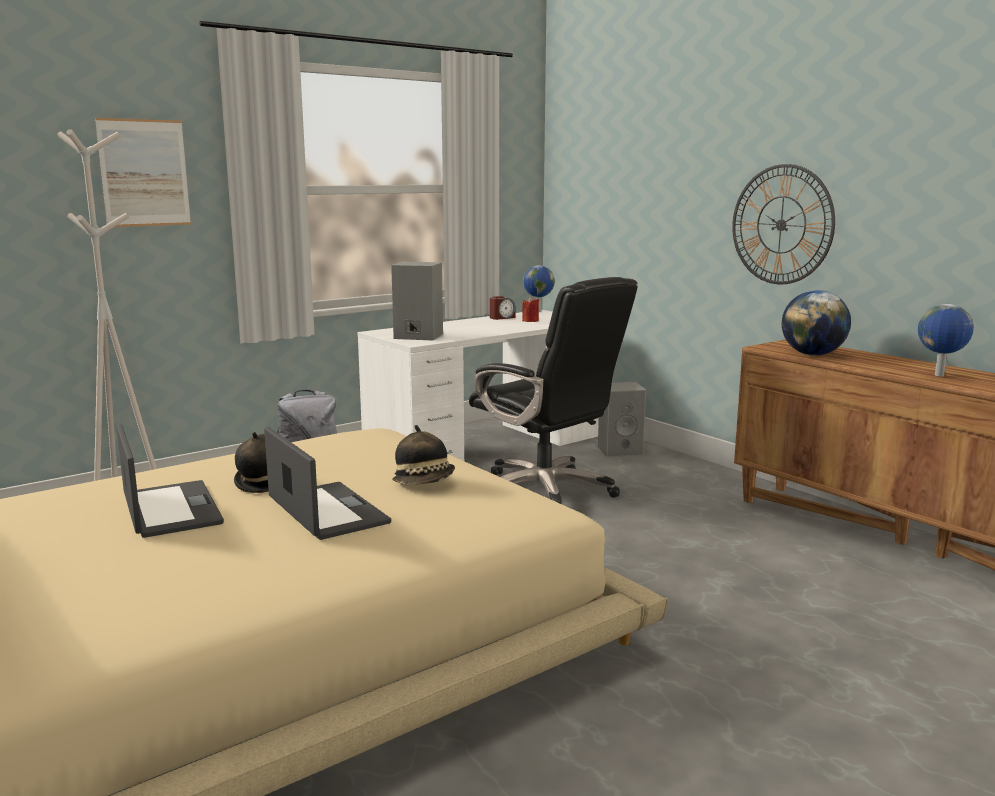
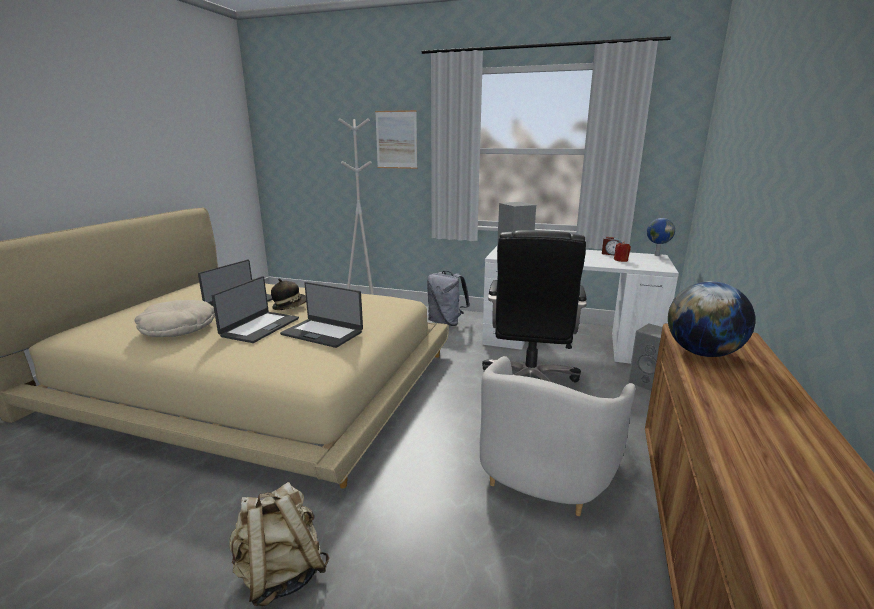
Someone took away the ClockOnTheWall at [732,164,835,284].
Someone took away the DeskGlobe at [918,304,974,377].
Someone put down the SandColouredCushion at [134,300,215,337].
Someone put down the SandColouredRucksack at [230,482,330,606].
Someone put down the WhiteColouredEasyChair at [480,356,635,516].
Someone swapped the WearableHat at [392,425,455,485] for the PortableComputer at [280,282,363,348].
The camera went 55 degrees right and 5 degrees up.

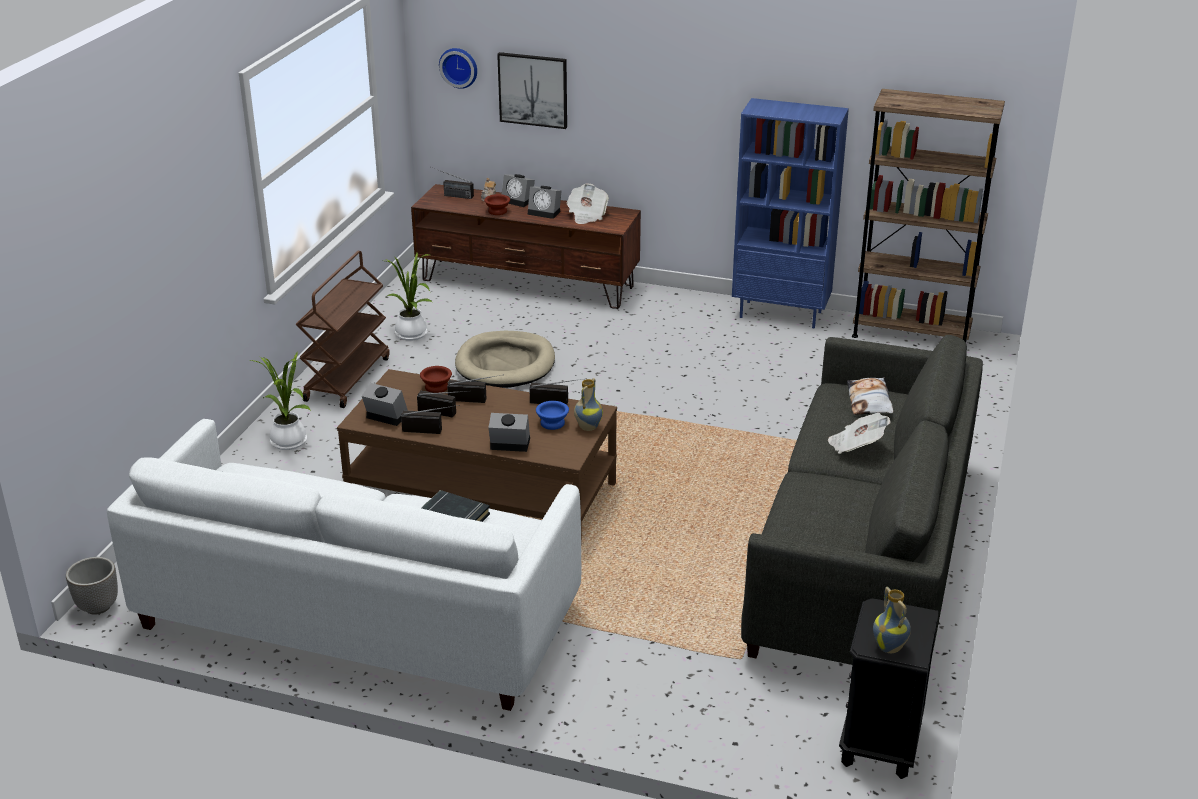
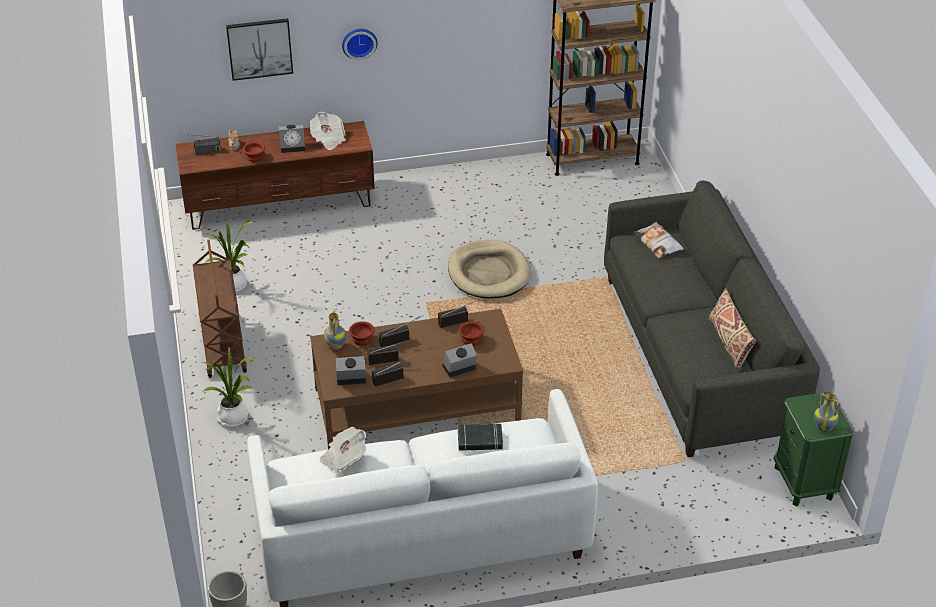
Someone took away the BedsideClock at [502,174,535,207].
Someone took away the BluishShelvingUnit at [732,98,849,328].
Someone put down the SandColouredCushion at [709,288,756,371].
Someone carried the ClockOnTheWall from [439,48,477,89] to [342,29,378,60].
Someone carried the SandColouredPetBed from [455,331,555,388] to [448,240,531,298].
Someone carried the FlowerVase from [574,378,603,431] to [324,310,346,350].
Someone carried the DailyPaper from [828,413,891,454] to [320,427,367,473].
Someone repainted the BluishServingBowl at [536,401,569,430], which became the BrownishServingBowl at [459,321,484,345].
Someone repainted the BlackishNightstand at [839,598,939,779], which became the GreenishNightstand at [773,391,854,507].
The camera went 30 degrees left and 10 degrees up.

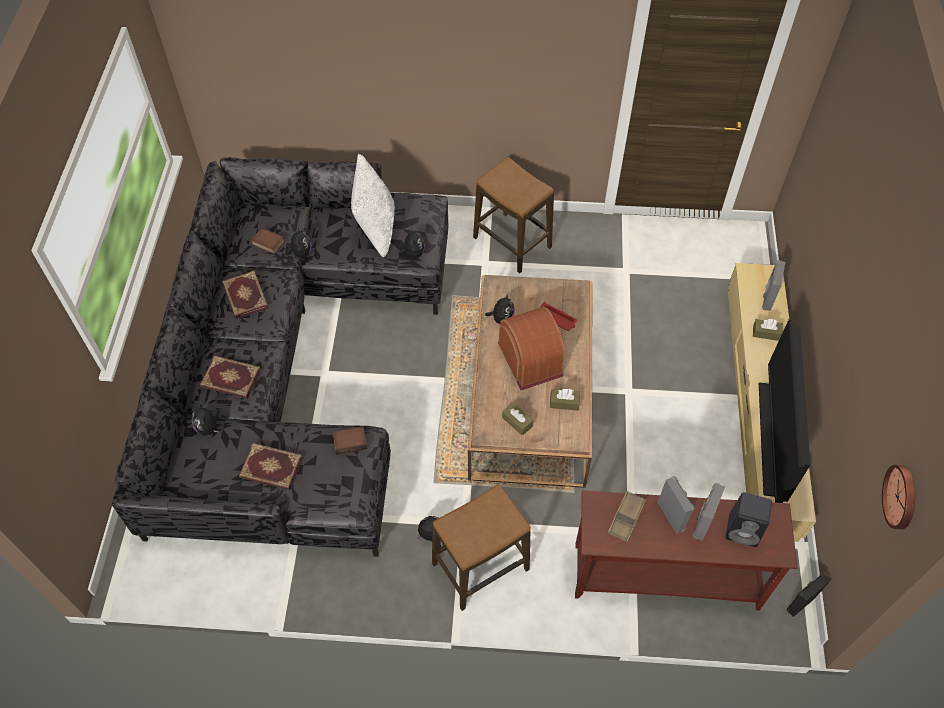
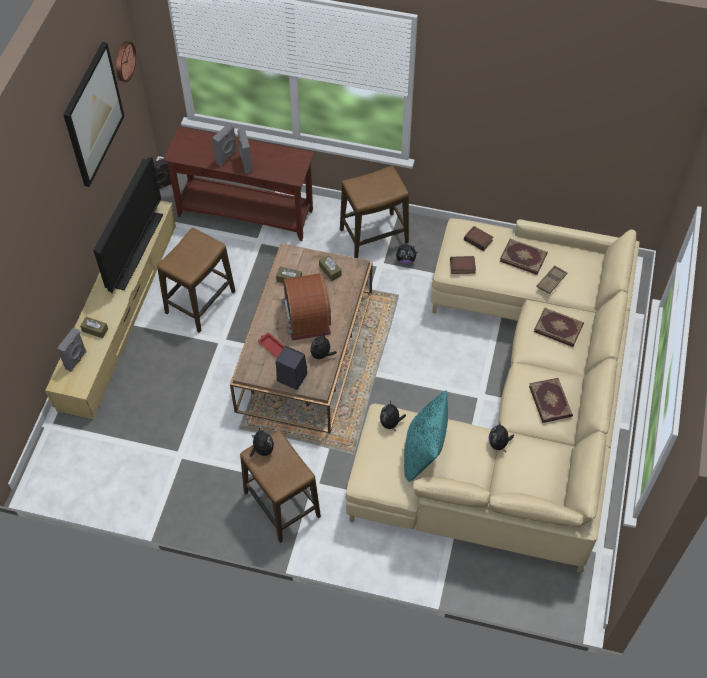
Someone put up the Picture at [63,42,124,187].
Someone put down the Stool at [157,227,236,333].
Someone carried the SoftToy from [191,404,220,436] to [250,427,274,457].
Someone carried the Volume from [251,227,285,254] to [464,226,493,251].
Someone carried the BrownishCarryingTray from [607,491,646,542] to [536,265,567,294].
Someone carried the BlackishSpeaker from [725,492,772,547] to [276,346,307,390].
Someone repainted the BlackishSofa at [112,157,448,557], which became the SandColouredSofa at [346,218,640,573].
Someone repainted the WhiteColouredCushion at [351,154,395,257], which became the TurquoiseCushion at [404,390,448,482].
The camera went 170 degrees left and 0 degrees up.

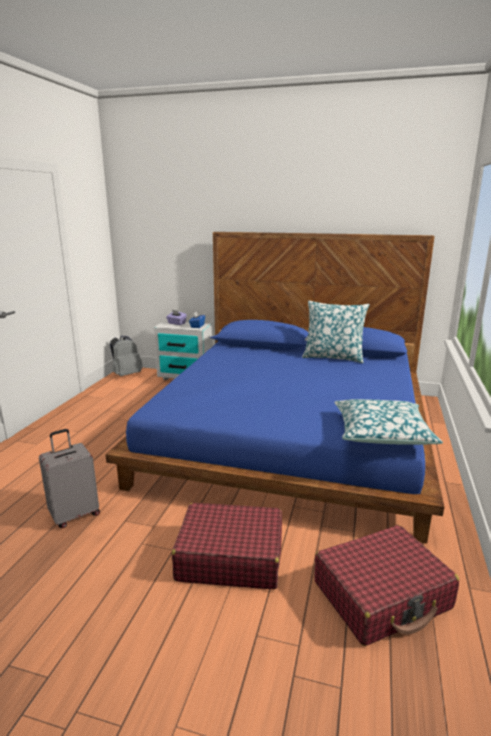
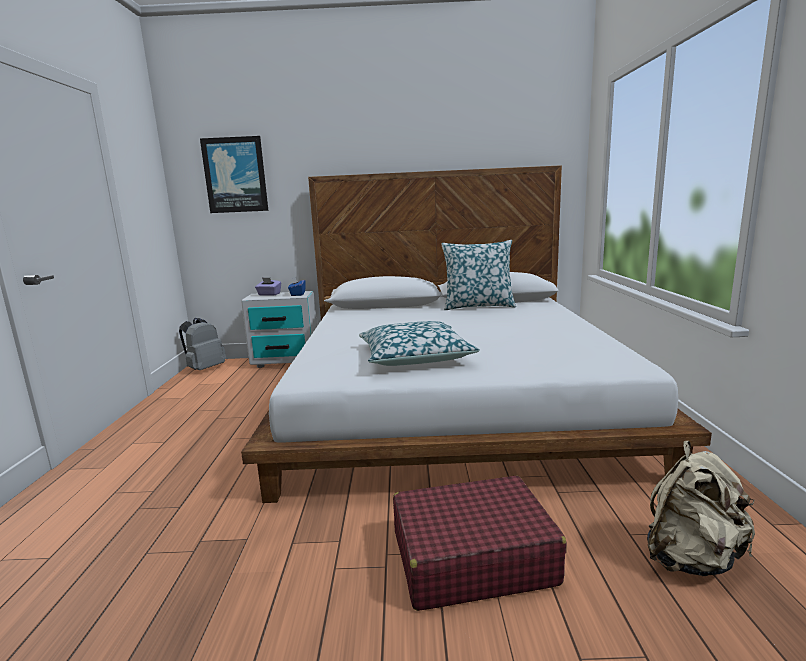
Someone took away the GreySuitcase at [39,429,100,528].
Someone put up the Picture at [200,136,269,213].
Someone carried the Cushion from [334,399,443,445] to [359,321,480,366].
Someone swapped the RedColouredSuitcase at [314,525,459,646] for the SandColouredRucksack at [647,441,755,576].
Someone repainted the BluishBed at [105,232,444,544], which became the WhiteColouredBed at [241,165,712,503].
The camera went 15 degrees left and 5 degrees down.

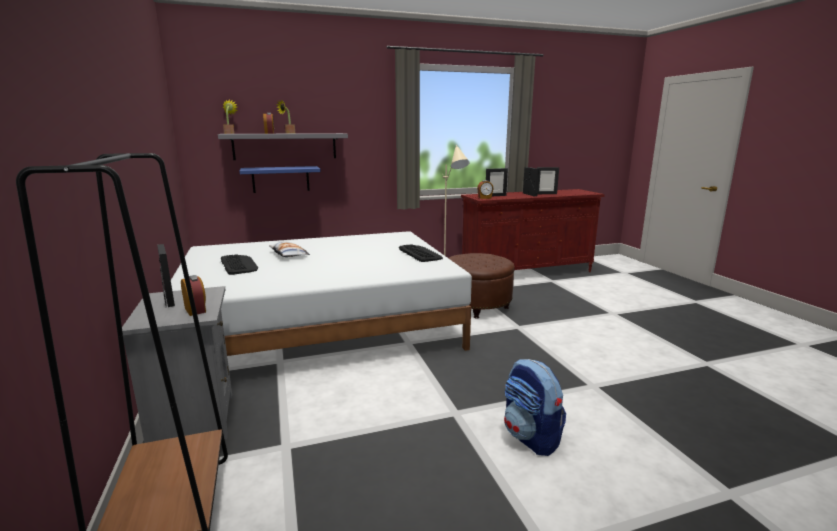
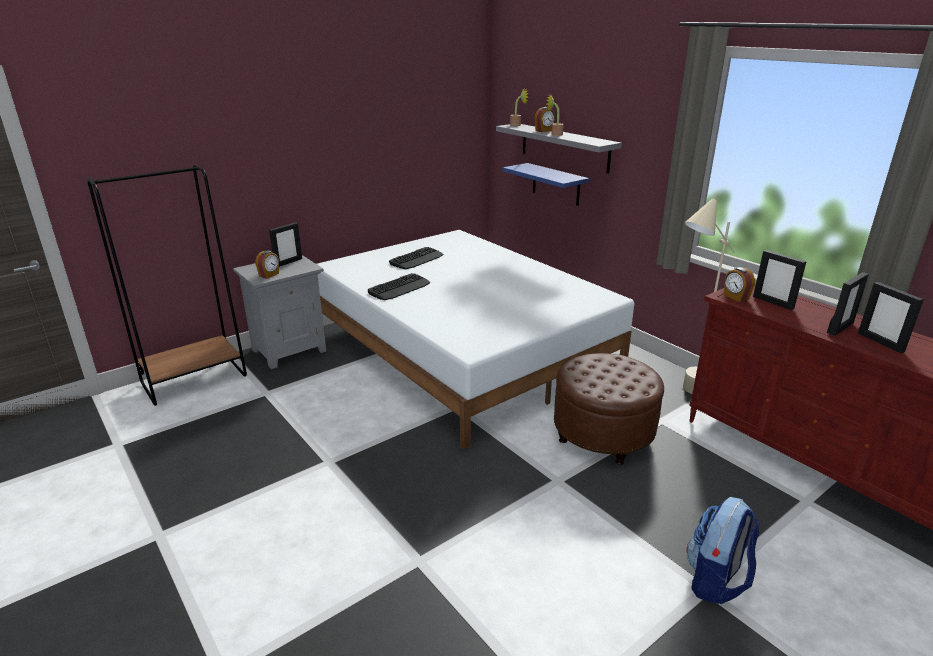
Someone took away the Cushion at [269,242,310,257].
Someone carried the Keyboard from [399,244,443,262] to [368,273,430,300].
Someone carried the Rucksack from [504,359,566,456] to [686,497,760,604].
The camera went 70 degrees right and 10 degrees up.

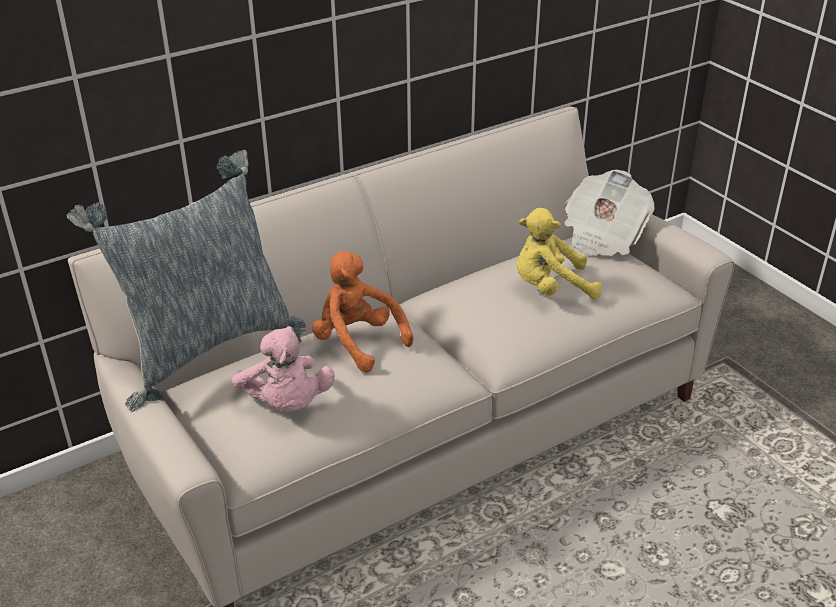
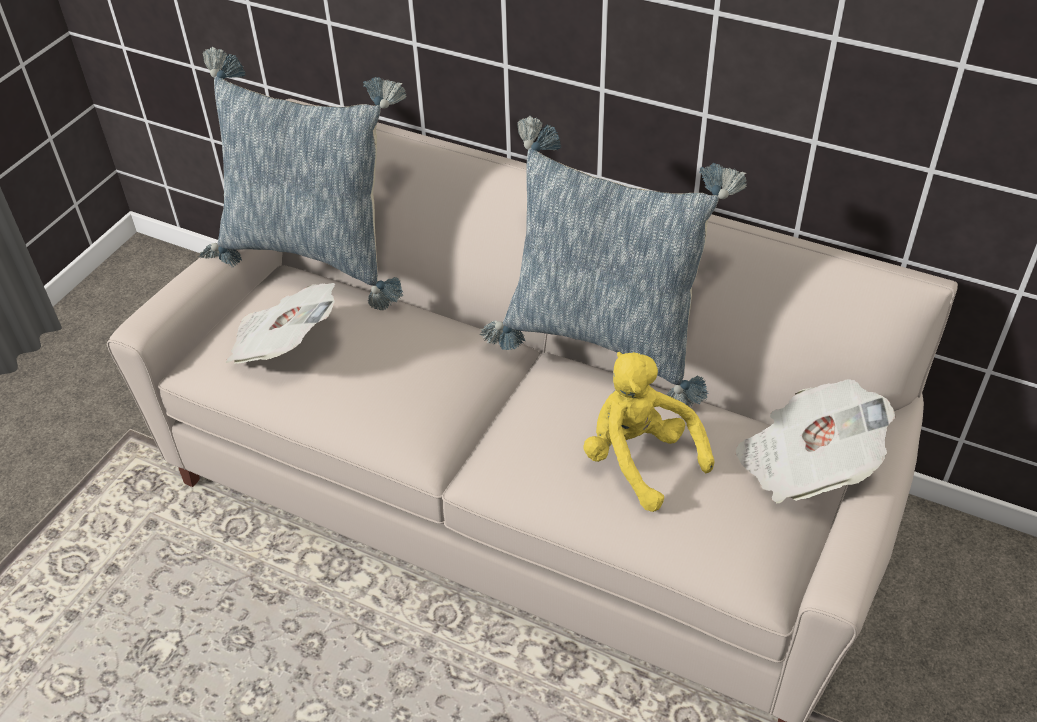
Someone took away the OrangeColouredSoftToy at [312,251,413,372].
Someone put down the Cushion at [480,116,747,407].
Someone swapped the PinkColouredSoftToy at [232,326,335,412] for the DailyPaper at [226,283,335,364].
The camera went 60 degrees right and 10 degrees up.

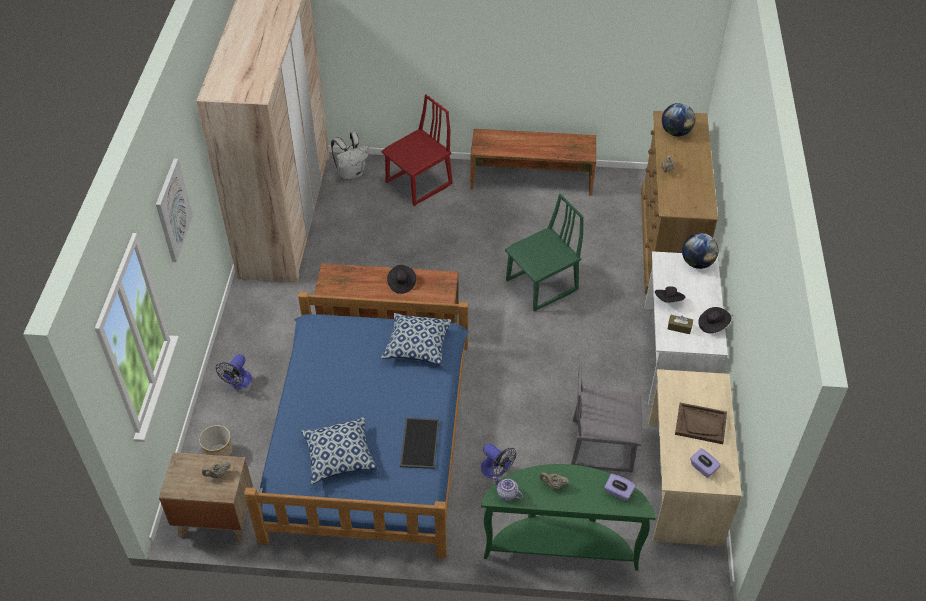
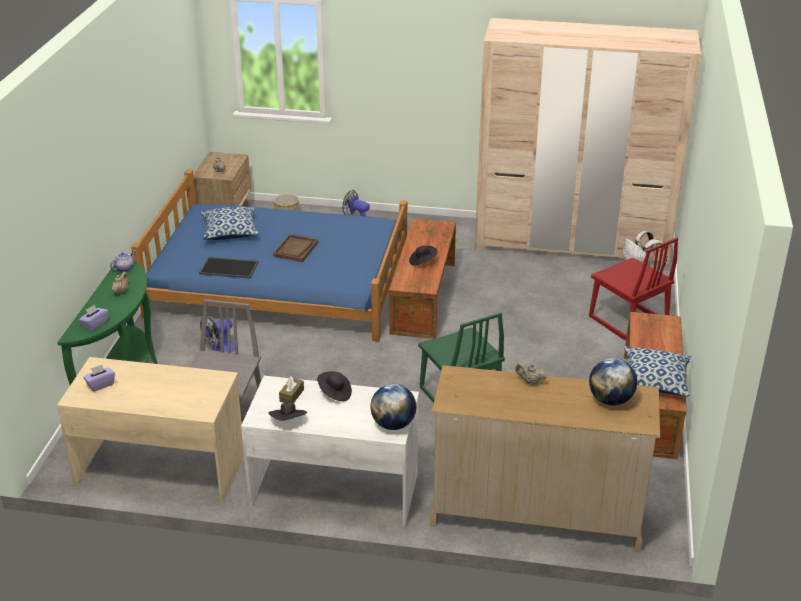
Someone took away the Picture at [156,158,193,262].
Someone carried the Cushion from [381,313,452,366] to [624,346,691,396].
Someone carried the BrownishCarryingTray from [675,403,727,444] to [273,234,318,262].
The camera went 95 degrees right and 15 degrees down.

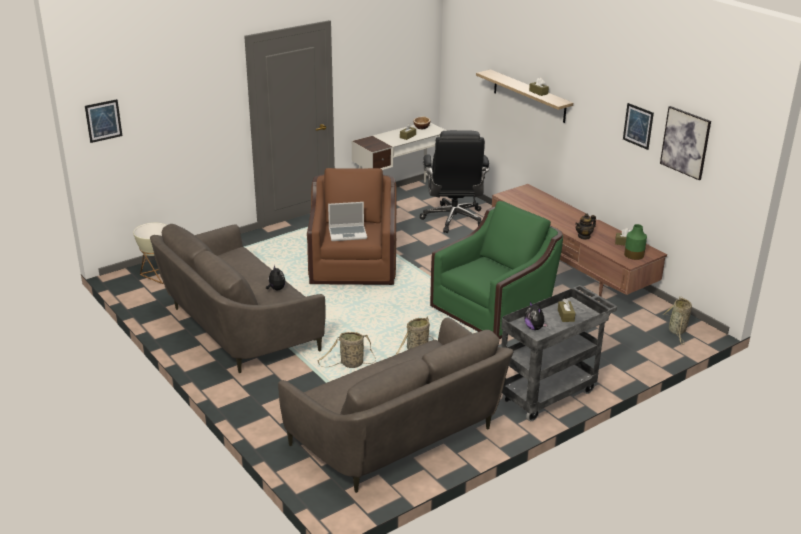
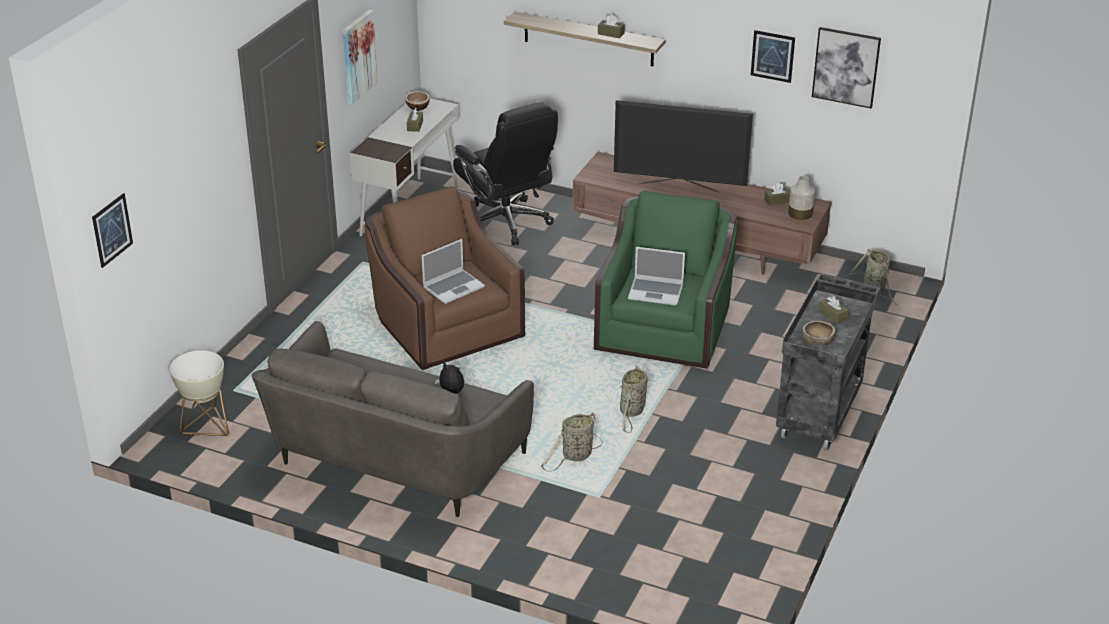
Someone took away the GreySofa at [278,317,513,493].
Someone took away the TeaPot at [575,214,596,240].
Someone put up the Picture at [342,10,378,104].
Someone put down the Tv at [614,100,753,193].
Someone put down the PortableComputer at [628,247,685,306].
Someone swapped the SoftToy at [524,302,548,330] for the BrownishServingBowl at [802,321,836,346].
Someone repainted the GreenishFlowerVase at [624,224,647,260], which became the SandColouredFlowerVase at [788,176,815,220].
The camera went 30 degrees left and 5 degrees up.

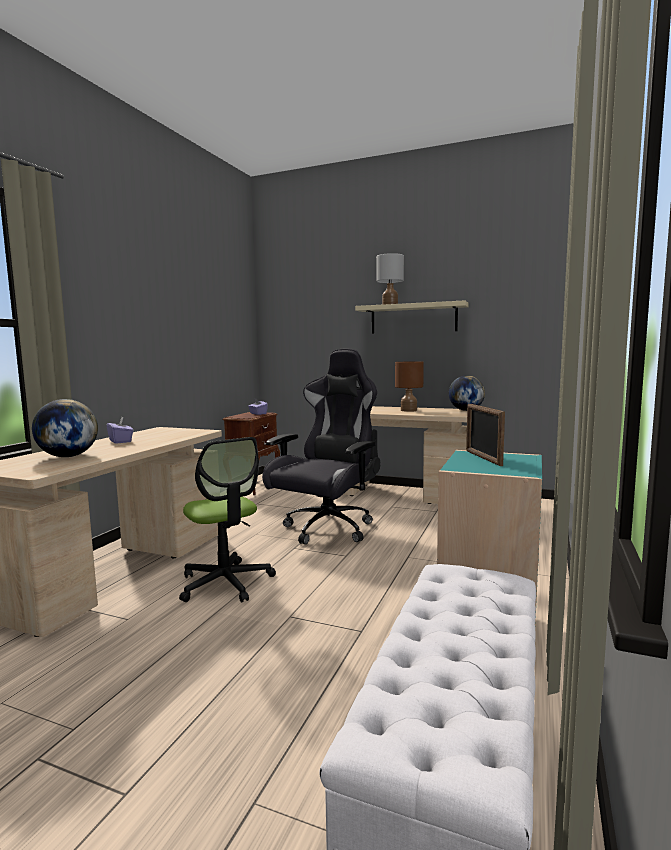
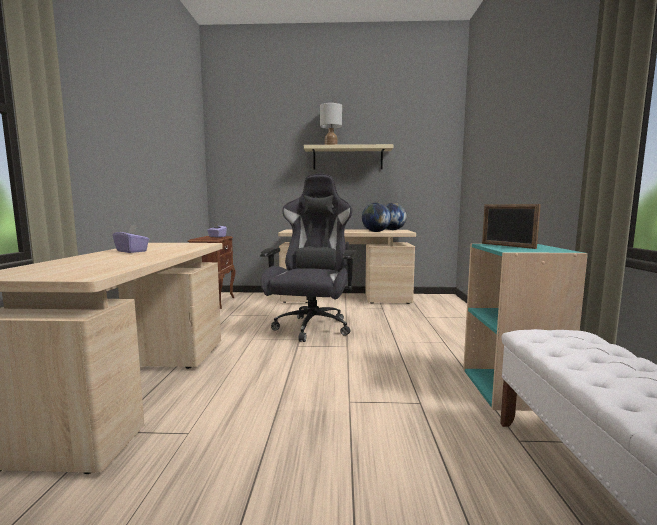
Someone took away the OfficeChair at [179,437,276,602].
Someone took away the BrownishTabletopLamp at [395,361,424,412].
Someone carried the DeskGlobe from [32,399,98,457] to [362,203,391,232].
The camera went 20 degrees left and 0 degrees up.

